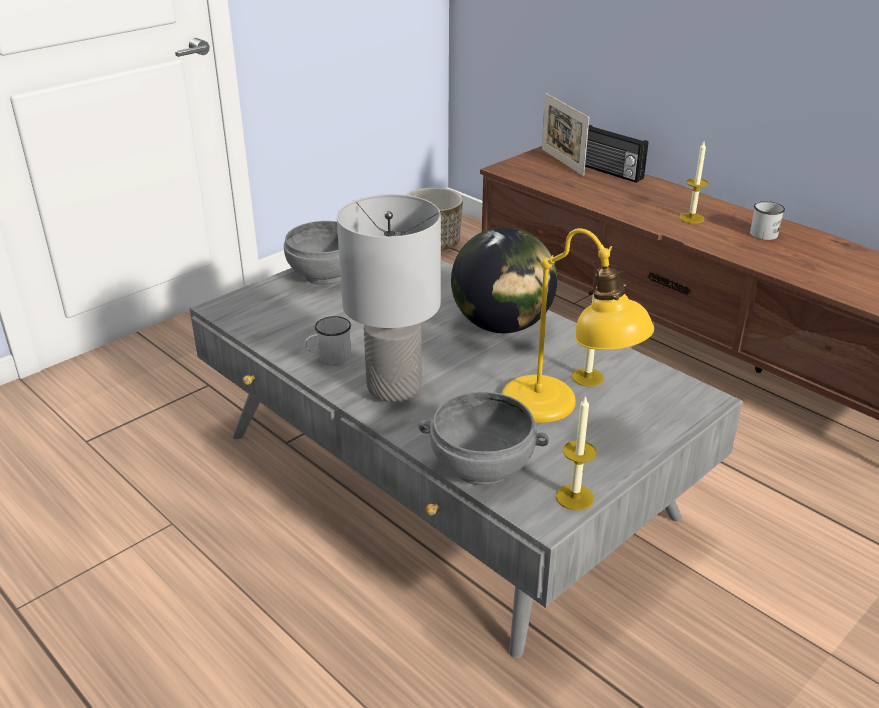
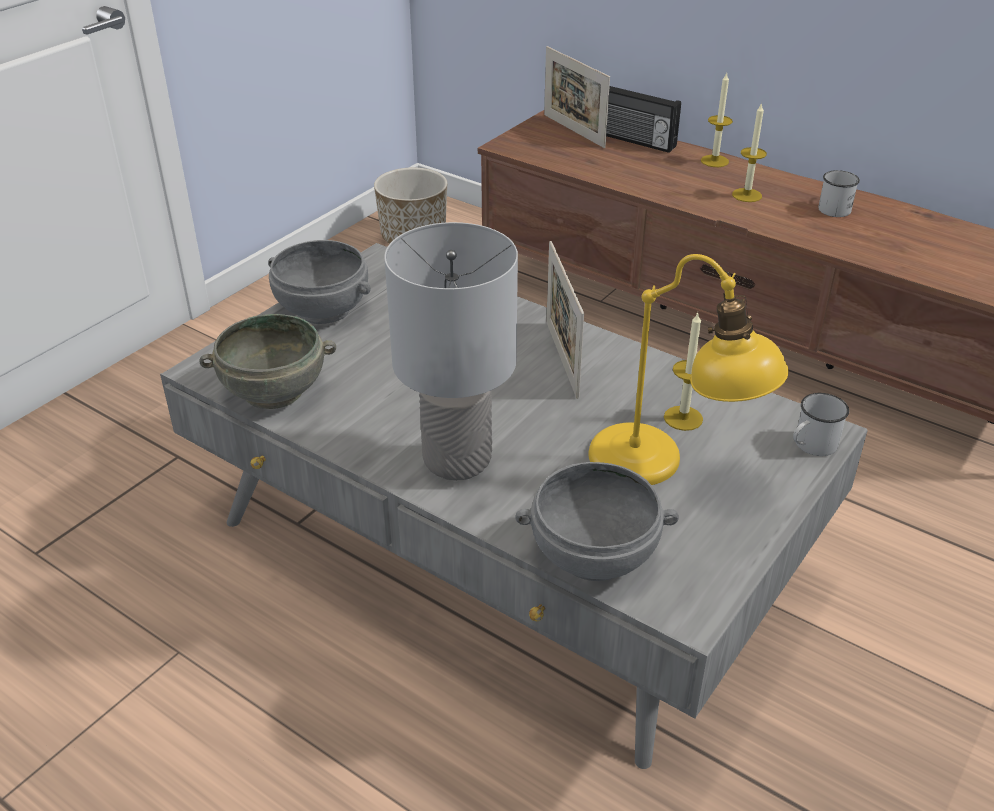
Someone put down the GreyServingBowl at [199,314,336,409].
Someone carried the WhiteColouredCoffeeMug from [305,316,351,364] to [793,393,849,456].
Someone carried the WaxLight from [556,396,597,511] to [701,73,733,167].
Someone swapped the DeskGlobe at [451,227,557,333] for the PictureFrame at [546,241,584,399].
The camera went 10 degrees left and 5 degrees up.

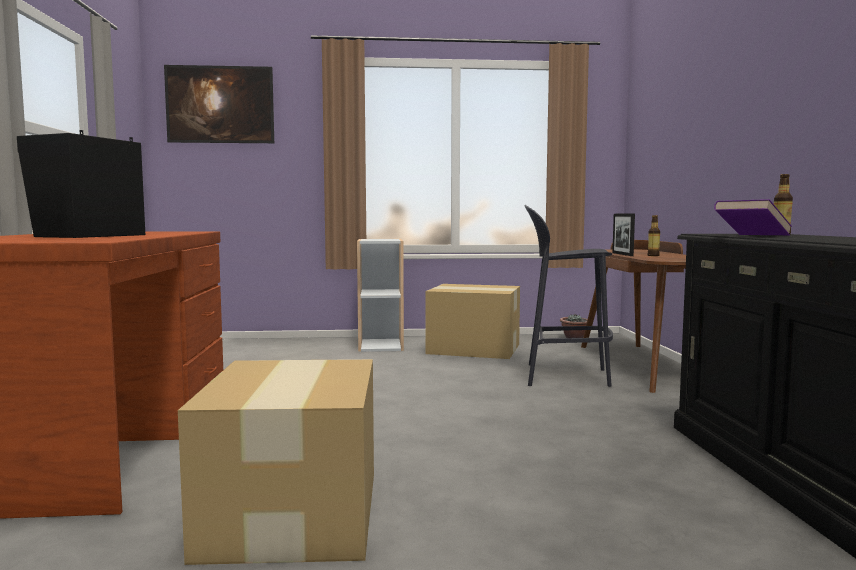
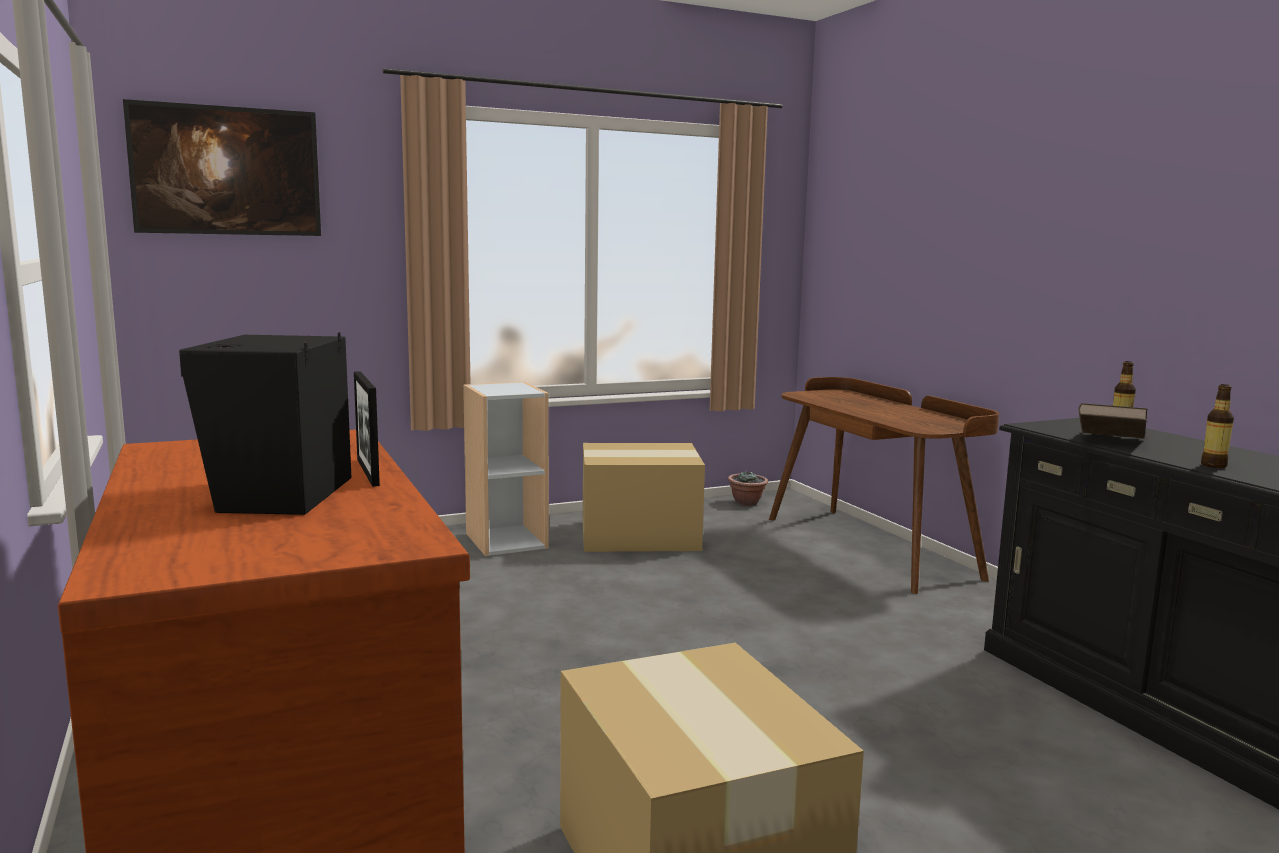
Someone took away the GreyStool at [524,205,613,387].
Someone carried the PictureFrame from [612,214,635,256] to [354,371,380,487].
Someone carried the BeverageBottle from [648,215,660,256] to [1201,384,1234,468].
Someone repainted the PurpleVolume at [714,199,792,235], which became the BrownishVolume at [1078,403,1147,439].
The camera went 20 degrees left and 5 degrees up.

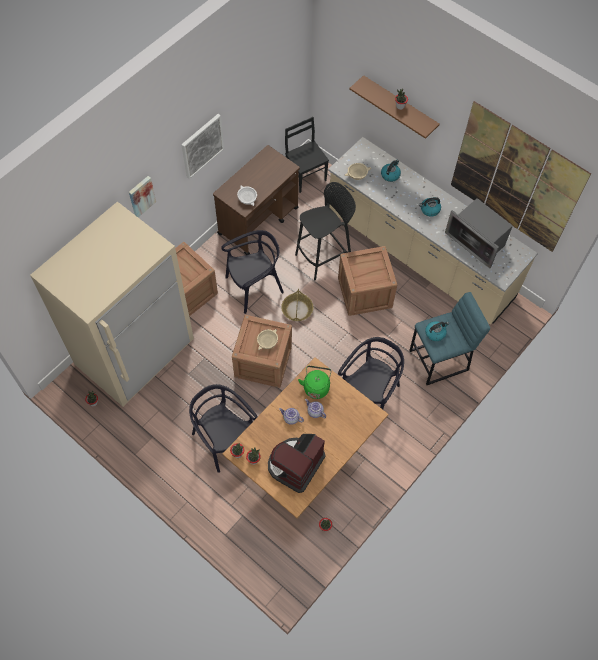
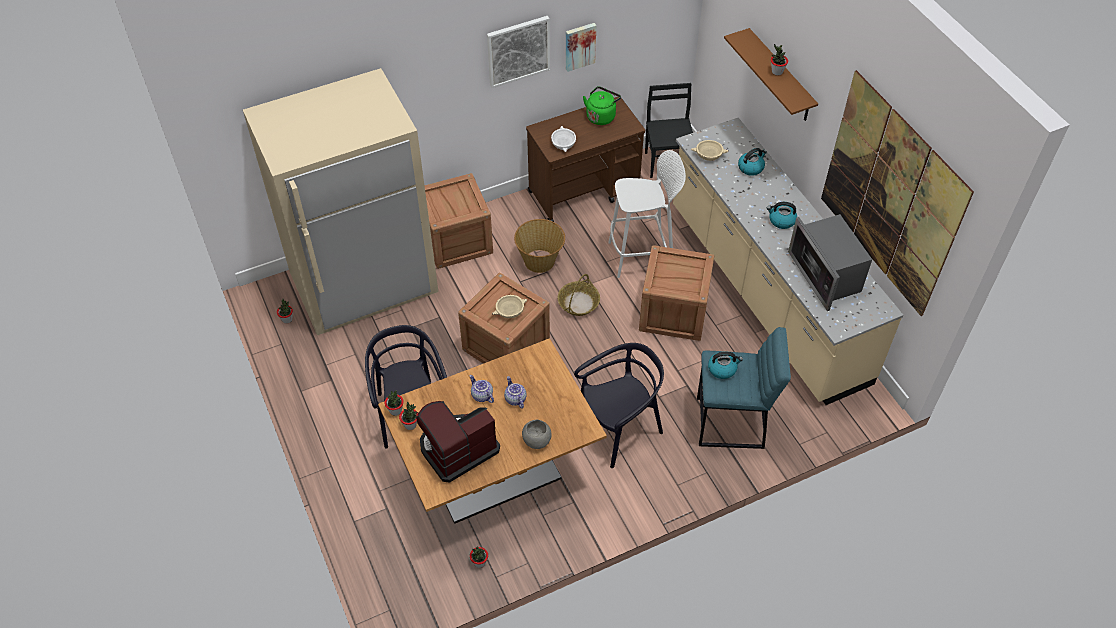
Someone put down the GreyServingBowl at [522,420,551,449].
Someone carried the Picture from [129,176,156,217] to [566,23,596,72].
Someone carried the GreenishKettle from [298,366,331,399] to [583,86,621,125].
Someone swapped the BlackishChair at [221,230,284,314] for the HouseholdBasket at [514,219,565,273].
Someone repainted the BlackishStool at [295,182,356,280], which became the WhiteColouredStool at [608,150,686,278].
The camera went 25 degrees right and 10 degrees down.

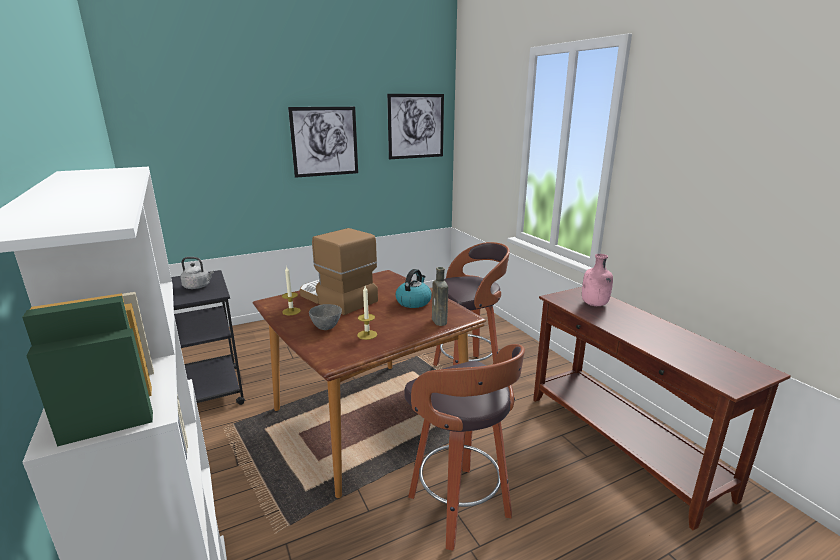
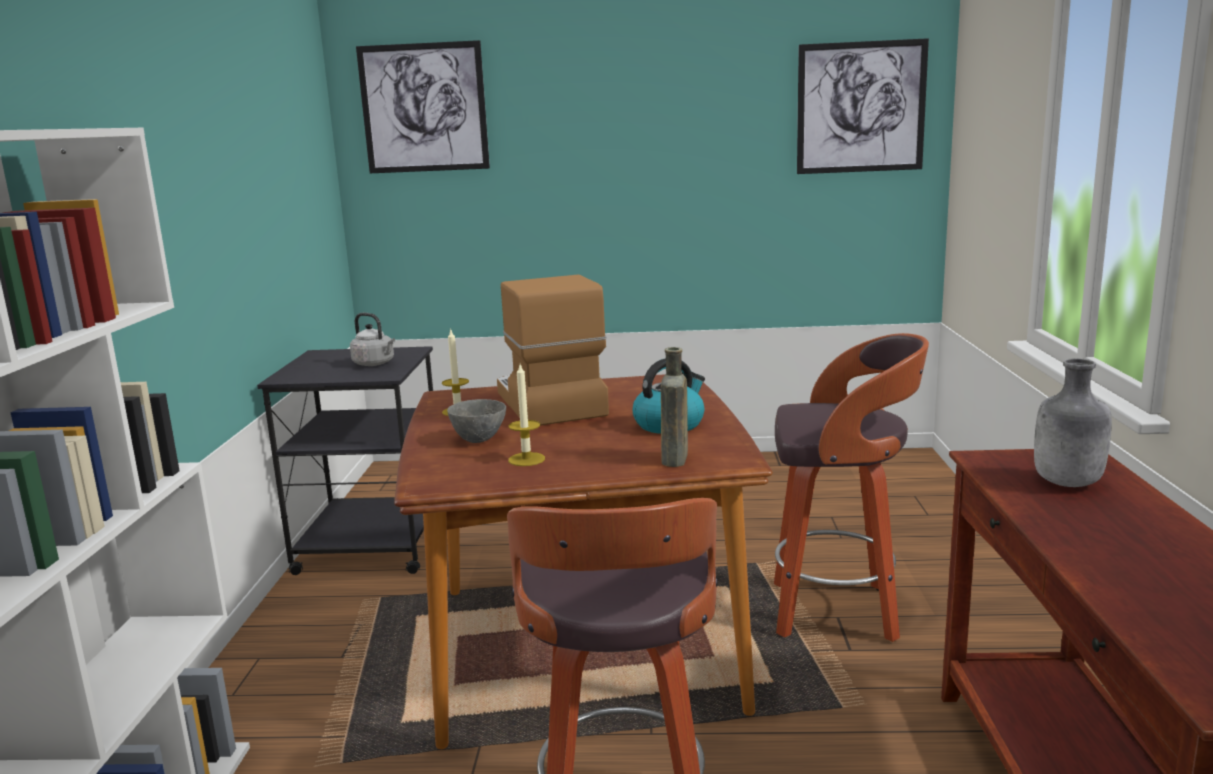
Someone carried the Picture from [288,107,358,178] to [356,40,490,173].
Someone repainted the PinkColouredBeverageBottle at [582,254,613,306], which became the GreyBeverageBottle at [1034,358,1112,487].
The camera went 30 degrees right and 5 degrees down.

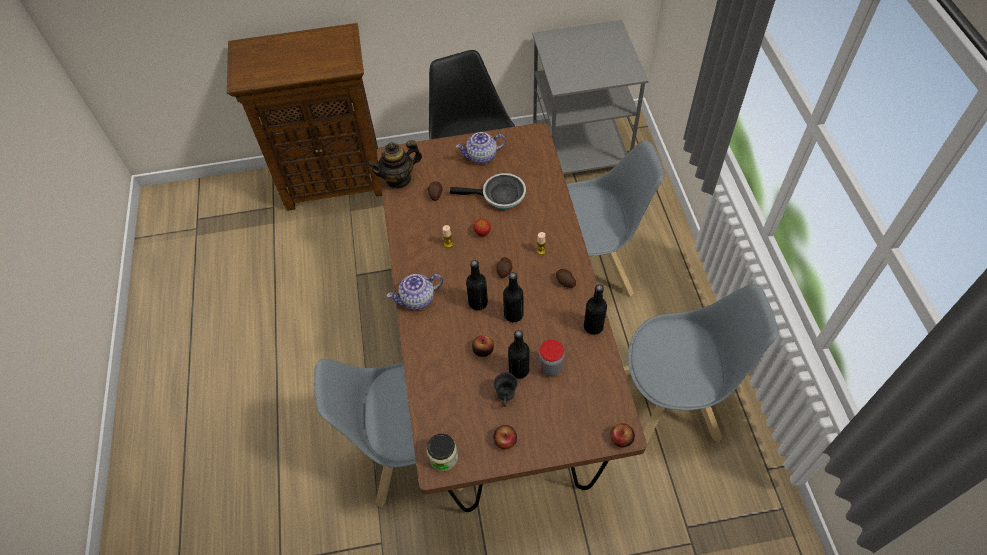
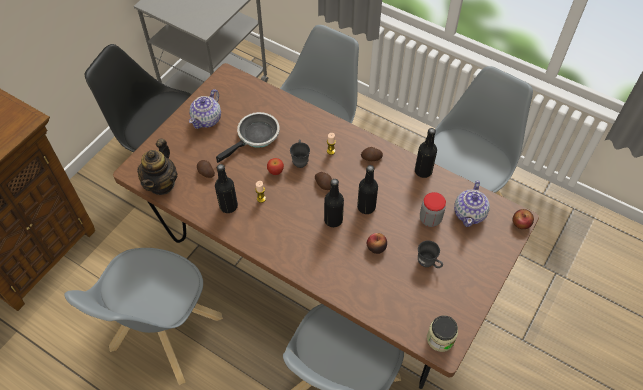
Someone took away the Apple at [493,425,517,449].
Someone put down the GreyChair at [64,248,223,385].
Someone put down the GreyCoffeeMug at [290,139,310,168].
Someone carried the TeaPot from [387,274,443,310] to [454,180,490,227].
Someone carried the BlackishBeverageBottle from [508,330,530,379] to [215,164,238,213].
The camera went 50 degrees left and 0 degrees up.

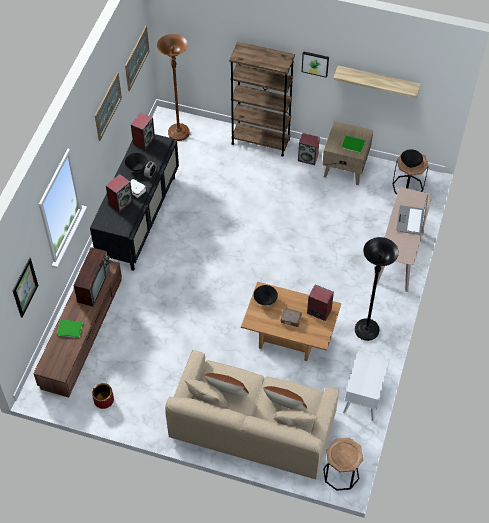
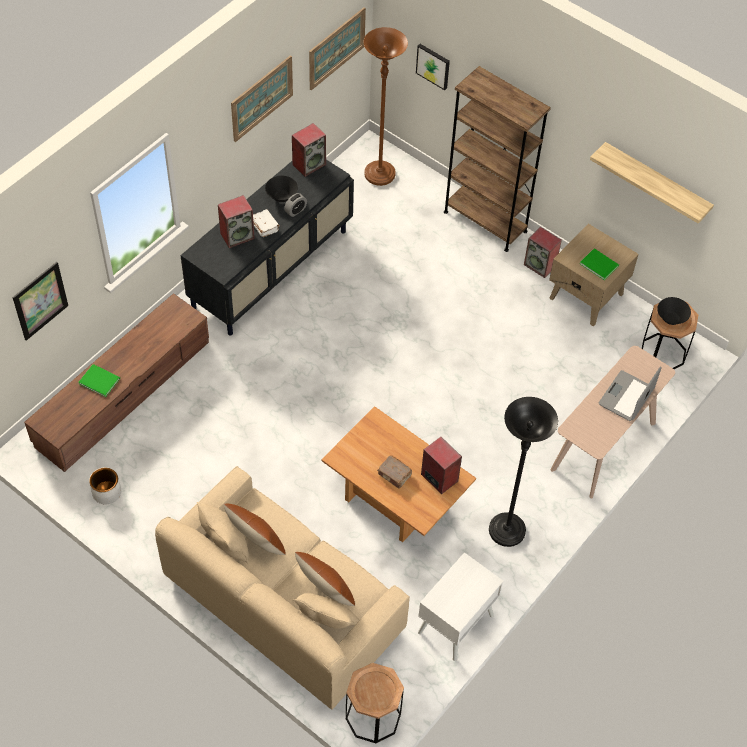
Someone took away the Tv at [73,247,110,307].
Someone took away the BlackishServingBowl at [254,285,278,305].
Someone carried the Picture from [302,51,329,78] to [416,44,450,90].
Someone repainted the RedColouredPlanter at [92,383,114,409], which became the WhiteColouredPlanter at [89,467,121,504].
The camera went 20 degrees right and 0 degrees up.

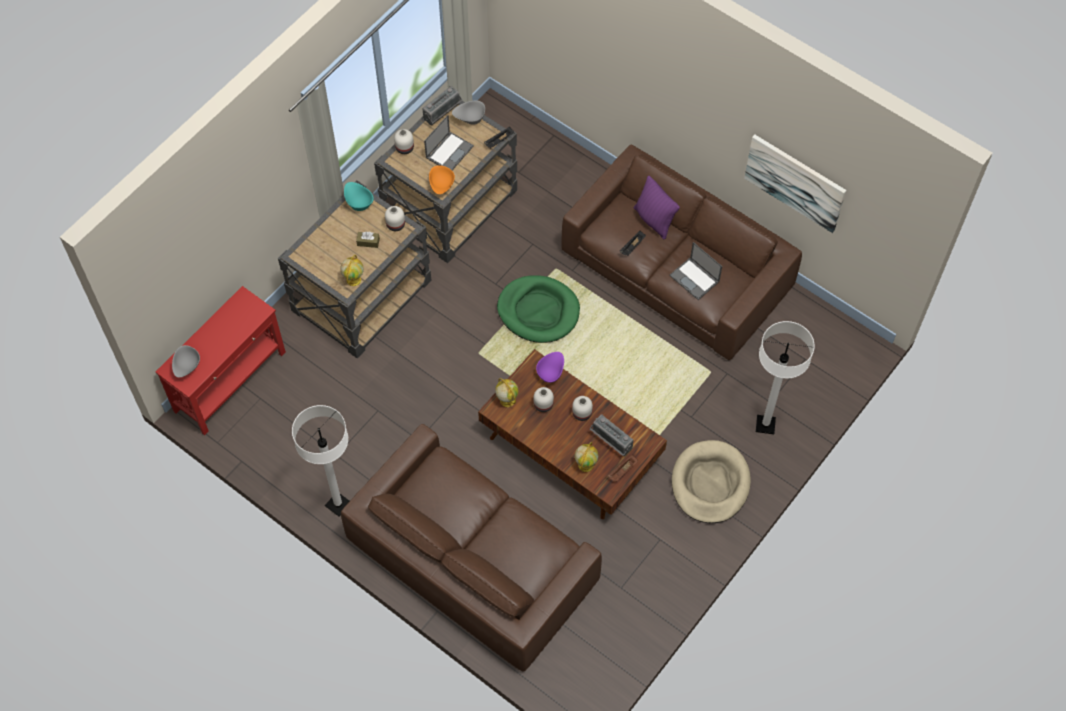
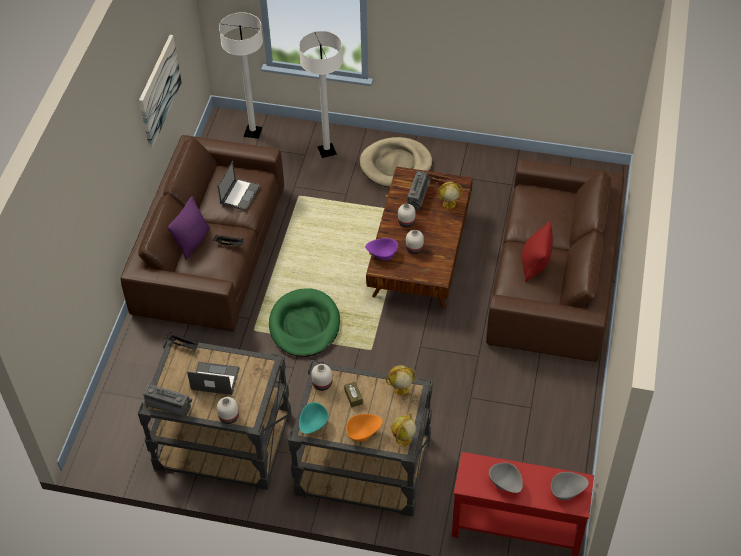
Someone put down the RedColouredCushion at [522,221,553,282].
Someone carried the WhiteColouredStandardLamp from [292,405,350,517] to [219,12,263,139].
Someone carried the OrangeColouredServingBowl from [429,165,455,194] to [346,414,383,442].
Someone carried the GreyServingBowl from [452,101,485,125] to [489,463,523,493].
Someone carried the DeskGlobe from [495,378,518,407] to [391,413,416,446].
The camera went 115 degrees left and 10 degrees down.

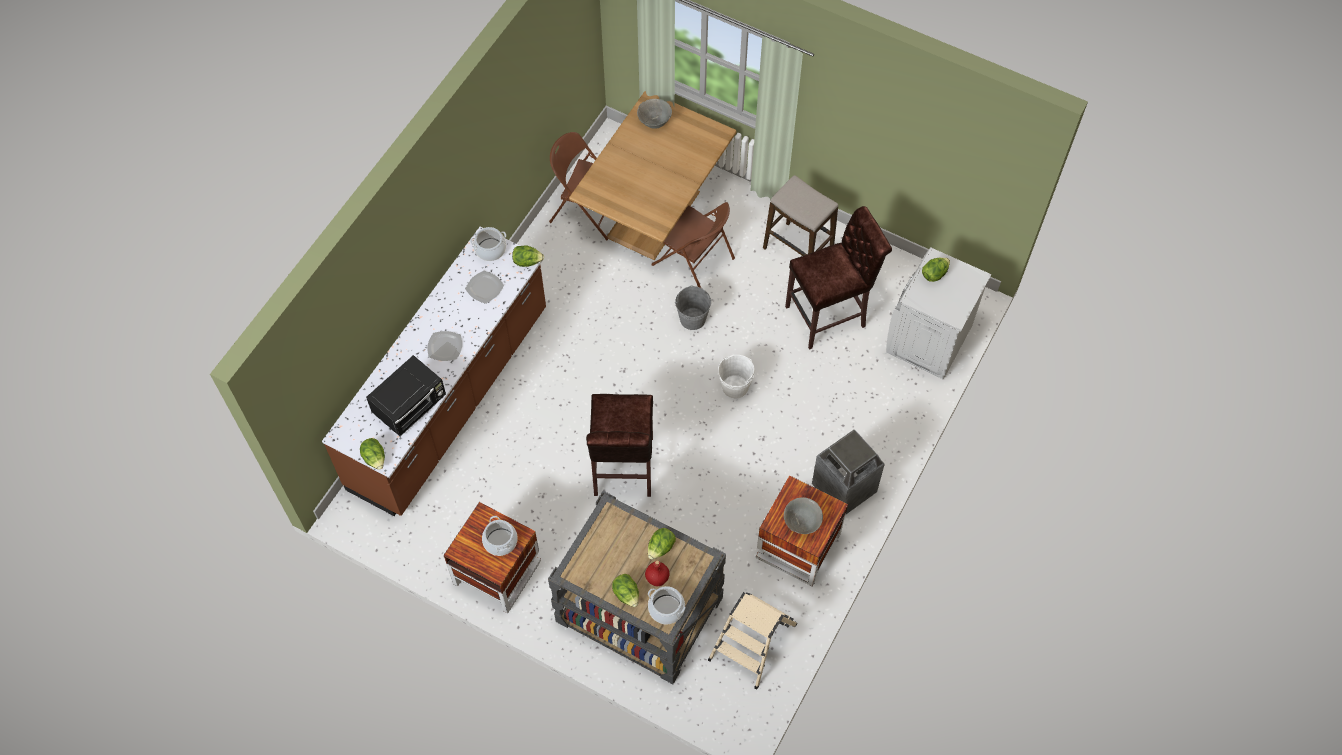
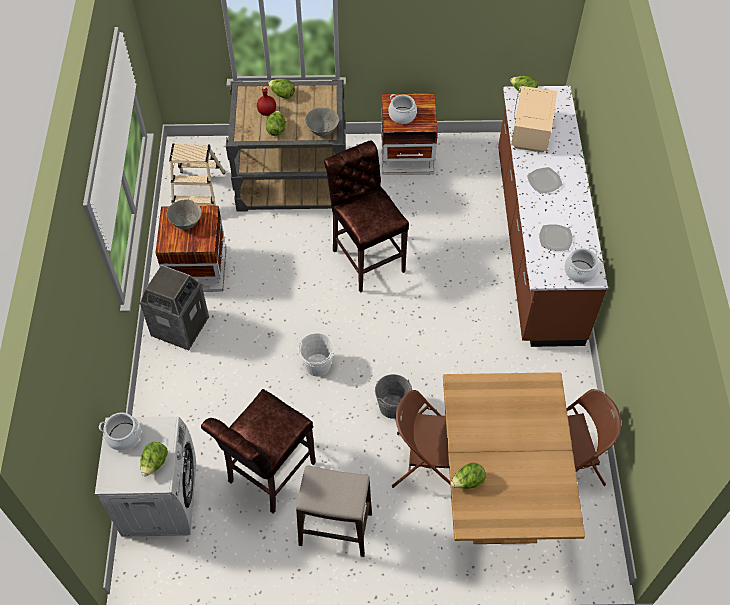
Someone carried the HeadOfLettuce from [512,245,544,267] to [451,463,486,489].
Someone carried the GreyServingBowl from [637,99,672,129] to [305,107,339,136].
Someone carried the Saucepot from [648,586,685,624] to [99,412,141,451].
Someone repainted the BlackishMicrowave at [366,355,446,436], which became the SandColouredMicrowave at [511,86,557,153].
The camera went 150 degrees right and 5 degrees down.

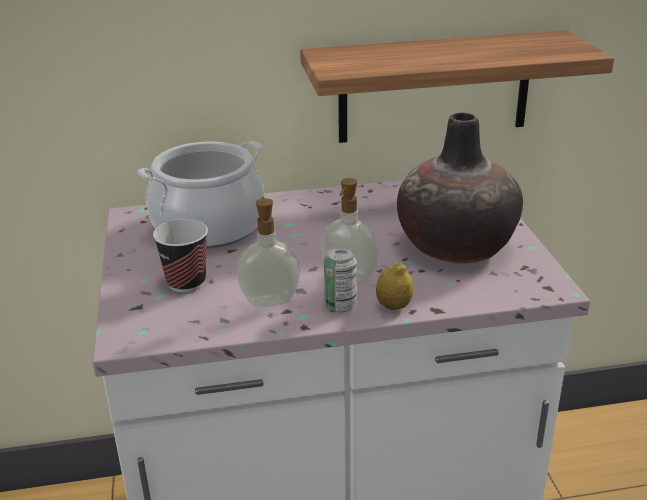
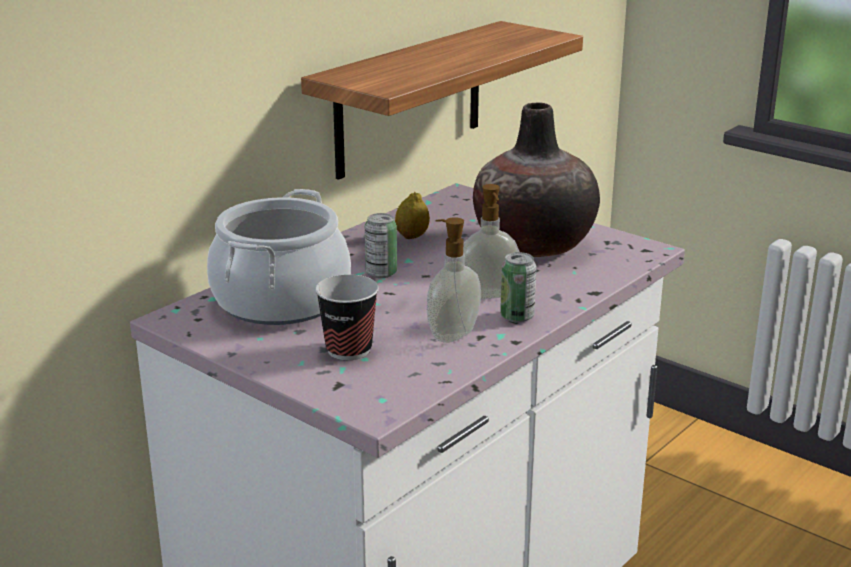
Someone put down the SealedCan at [365,213,397,278].
Someone carried the CitrusFruit from [376,262,413,310] to [395,192,430,239].
The camera went 40 degrees left and 5 degrees down.

